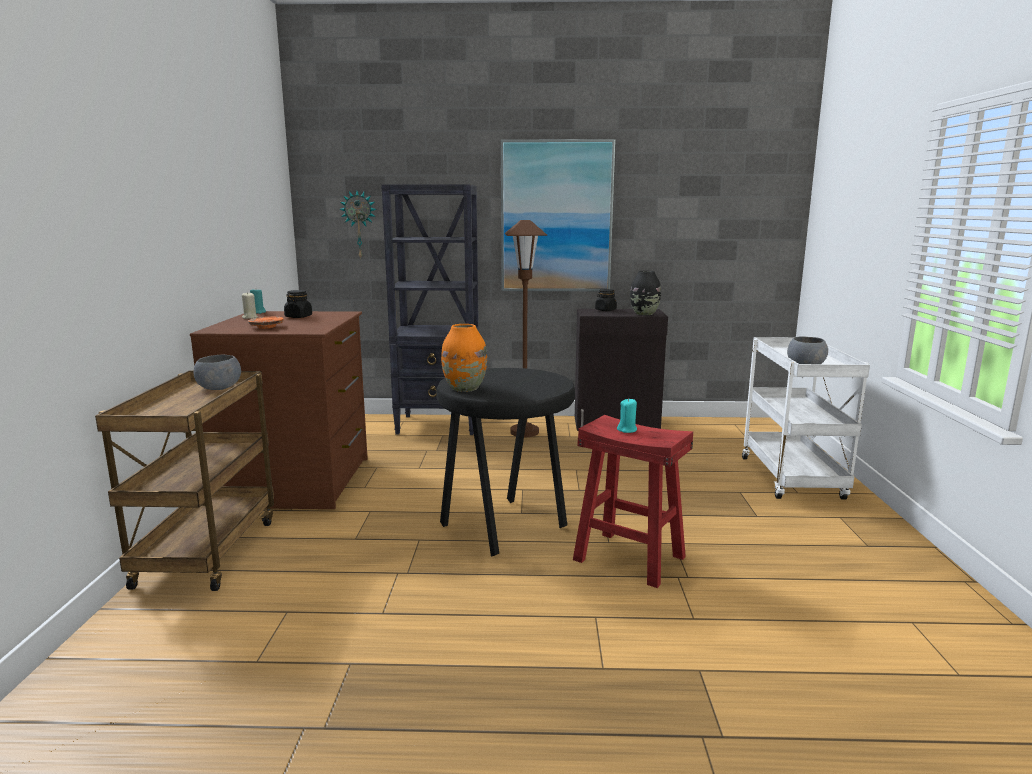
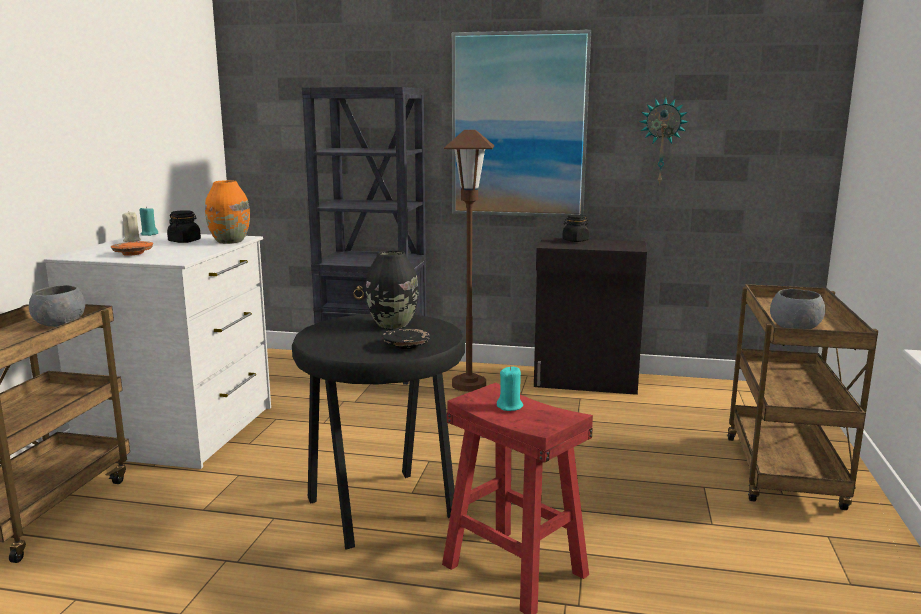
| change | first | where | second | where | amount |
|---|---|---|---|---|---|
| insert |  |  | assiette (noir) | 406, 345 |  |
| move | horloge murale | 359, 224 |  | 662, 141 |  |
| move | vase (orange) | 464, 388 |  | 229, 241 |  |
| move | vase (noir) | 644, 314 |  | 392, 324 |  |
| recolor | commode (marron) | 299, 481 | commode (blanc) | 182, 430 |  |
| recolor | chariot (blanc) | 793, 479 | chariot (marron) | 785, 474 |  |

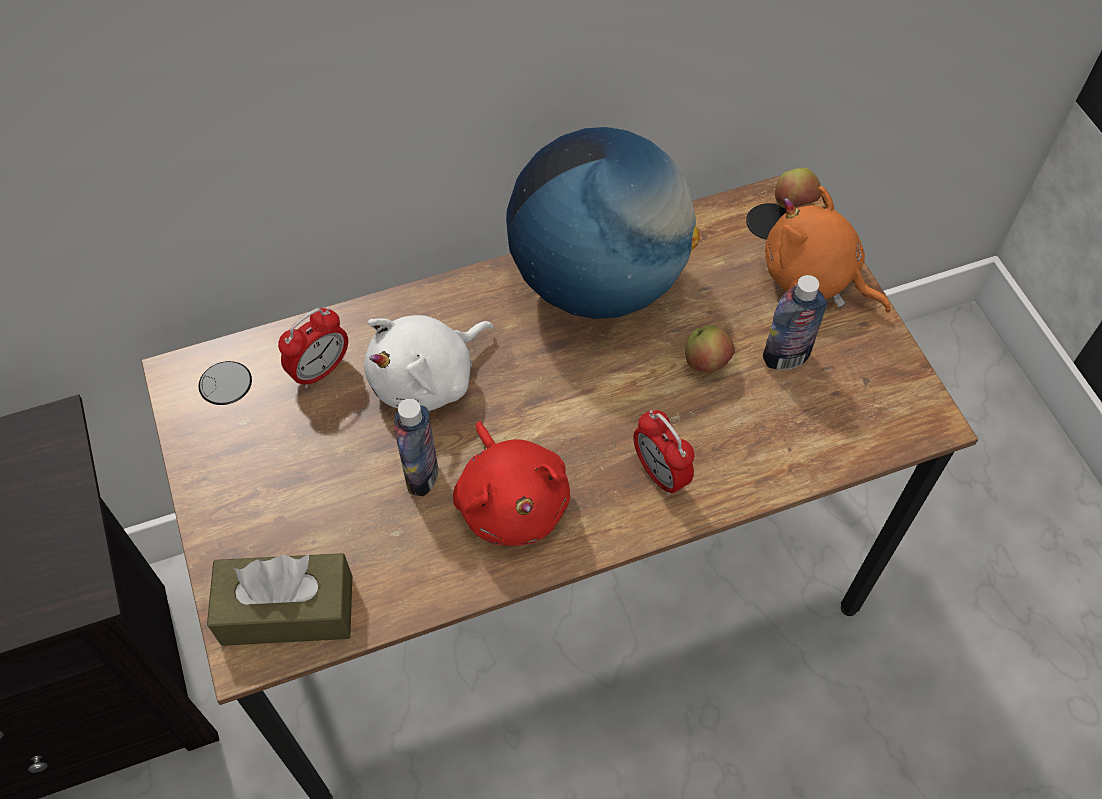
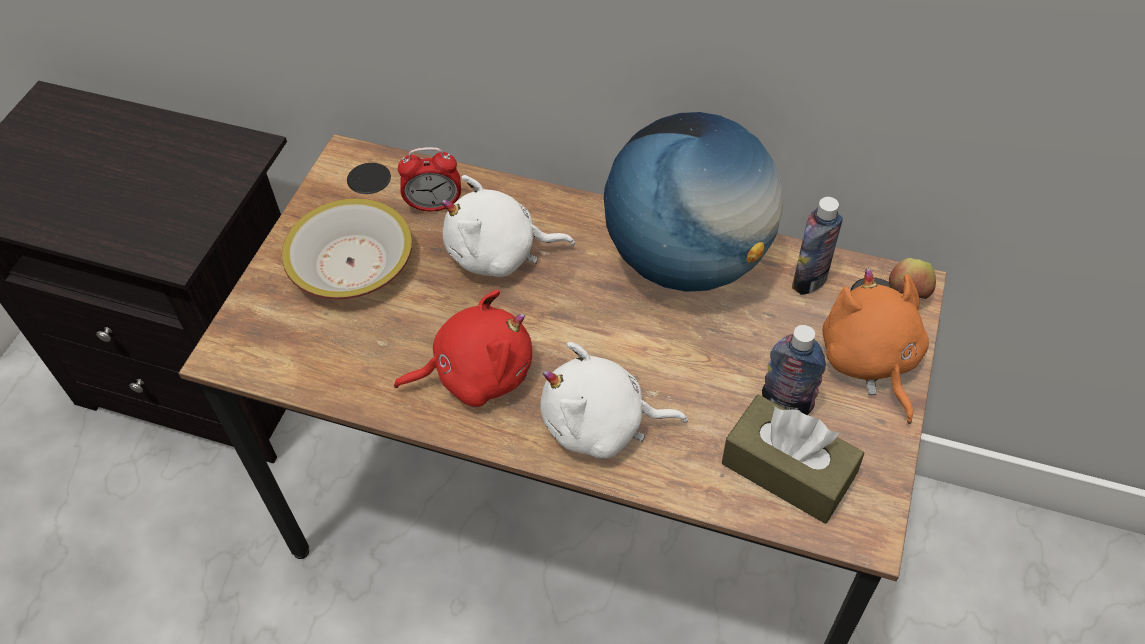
| change | first | where | second | where | amount |
|---|---|---|---|---|---|
| delete | pomme | 706, 364 |  |  |  |
| insert |  |  | bol | 351, 263 |  |
| move | boîte à mouchoirs (marron) | 287, 610 |  | 787, 470 |  |
| move | bouteille | 422, 475 |  | 809, 280 |  |
| replace | réveil | 660, 473 | peluche (blanc) | 601, 425 |  |
| rotate | peluche (rouge) | 512, 501 |  | 476, 373 | 120 degrees counterclockwise |

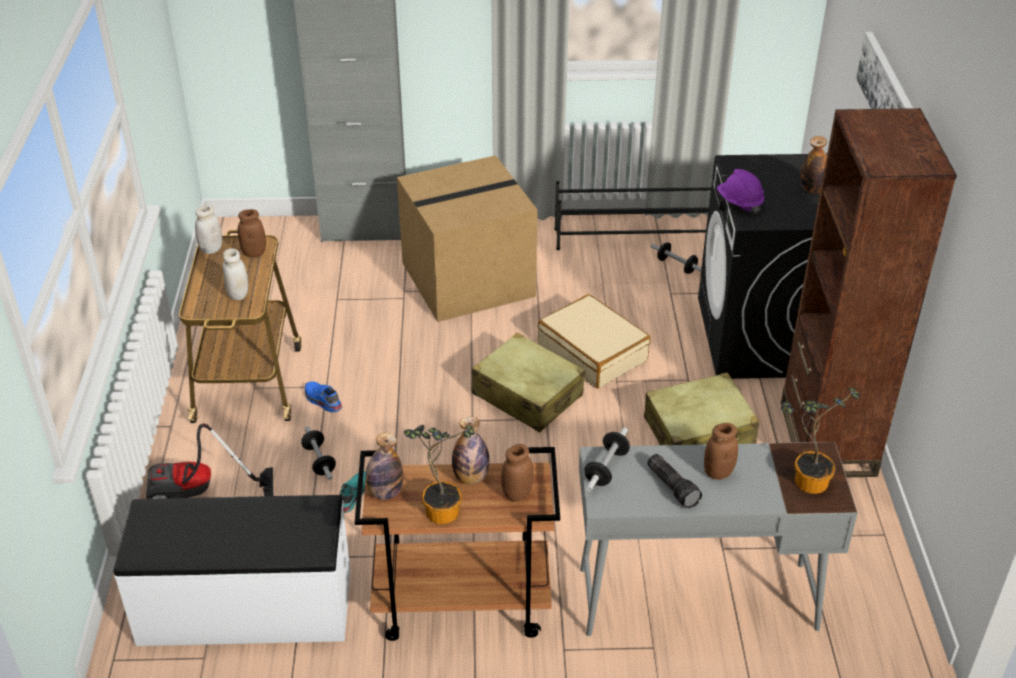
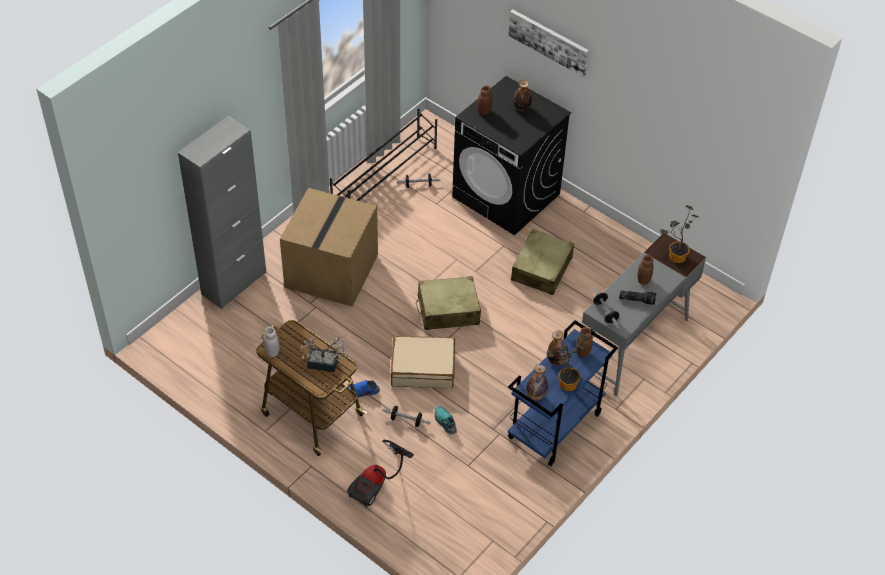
| change | first | where | second | where | amount |
|---|---|---|---|---|---|
| delete | banc (blanc) | 246, 608 |  |  |  |
| delete | casque de chantier (violet) | 739, 202 |  |  |  |
| delete | bibliothèque (marron) | 827, 439 |  |  |  |
| move | bocal (marron) | 254, 253 |  | 484, 111 |  |
| move | valise (beige) | 593, 353 |  | 423, 368 |  |
| replace | bocal (blanc) | 238, 294 | plante en pot | 326, 363 |  |
| recolor | chariot (marron) | 460, 604 | chariot (bleu) | 555, 427 |  |

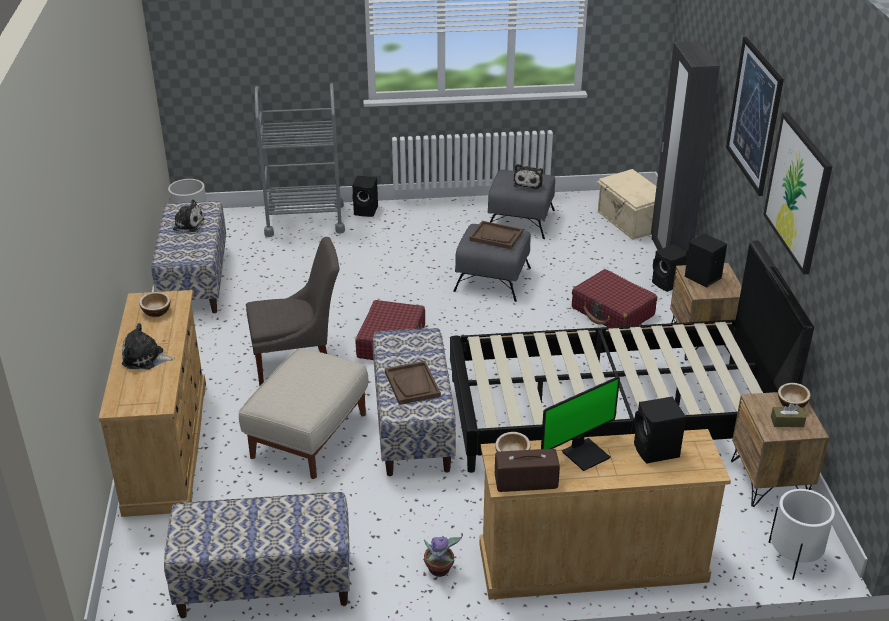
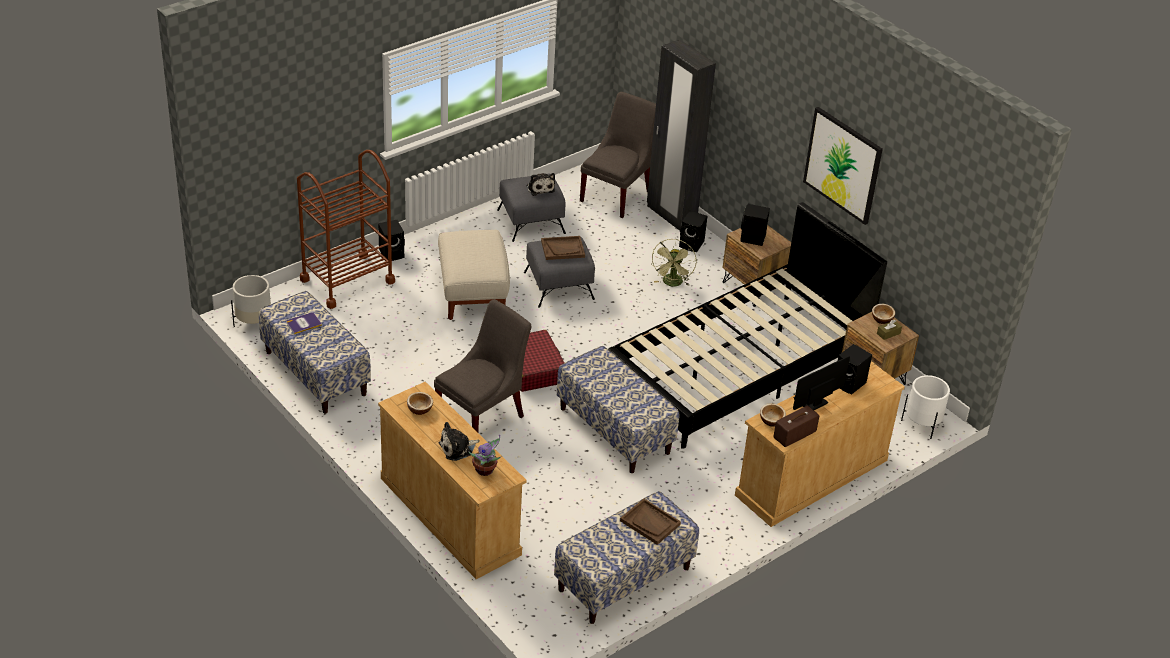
| change | first | where | second | where | amount |
|---|---|---|---|---|---|
| delete | tableau | 754, 115 |  |  |  |
| move | pouf (beige) | 309, 435 |  | 473, 292 |  |
| move | plateau (marron) | 412, 384 |  | 650, 523 |  |
| move | plante en pot | 440, 570 |  | 485, 470 |  |
| replace | peluche | 186, 224 | livre | 303, 323 |  |
| replace | valise (rouge) | 612, 312 | ventilateur (vert) | 672, 284 |  |
| replace | boîte de rangement (beige) | 629, 221 | chaise (gris) | 617, 194 |  |
| recolor | chariot (gris) | 304, 220 | chariot (marron) | 347, 280 |  |
| rotate | écran d'ordinateur | 584, 453 |  | 811, 402 | 150 degrees counterclockwise |

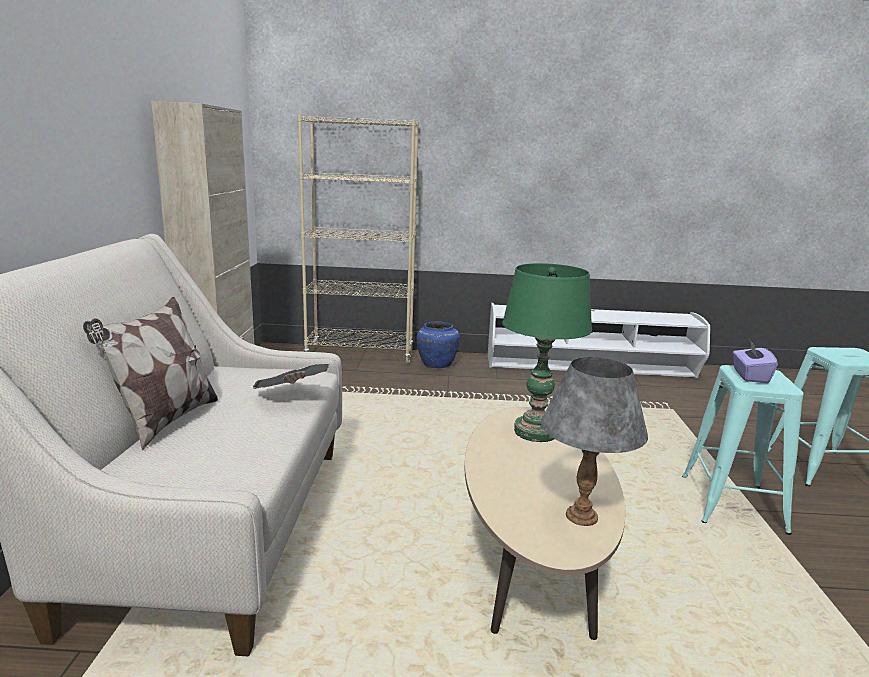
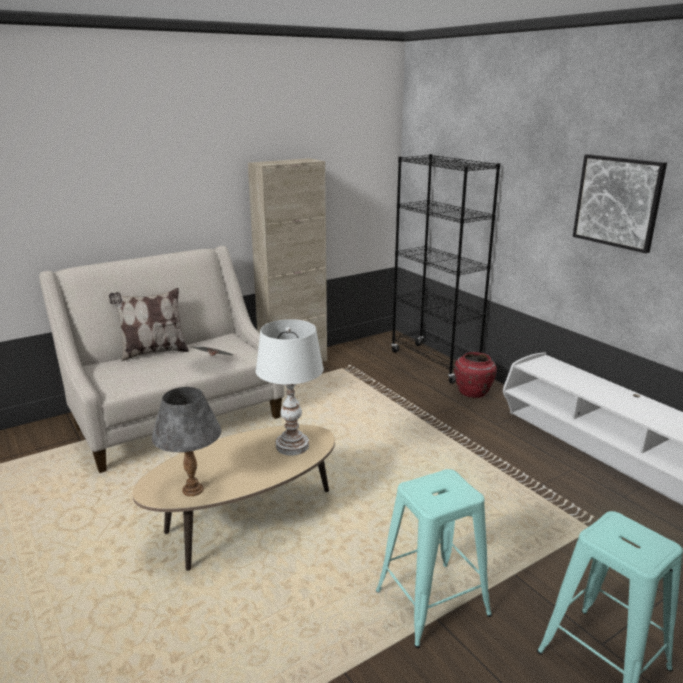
| change | first | where | second | where | amount |
|---|---|---|---|---|---|
| delete | boîte à mouchoirs (violet) | 750, 376 |  |  |  |
| insert |  |  | tableau | 618, 202 |  |
| recolor | bibliothèque (beige) | 360, 355 | bibliothèque (noir) | 434, 363 |  |
| recolor | vase (bleu) | 437, 364 | vase (rouge) | 473, 393 |  |
| recolor | lampe de table (vert) | 536, 432 | lampe de table (blanc) | 292, 446 |  |

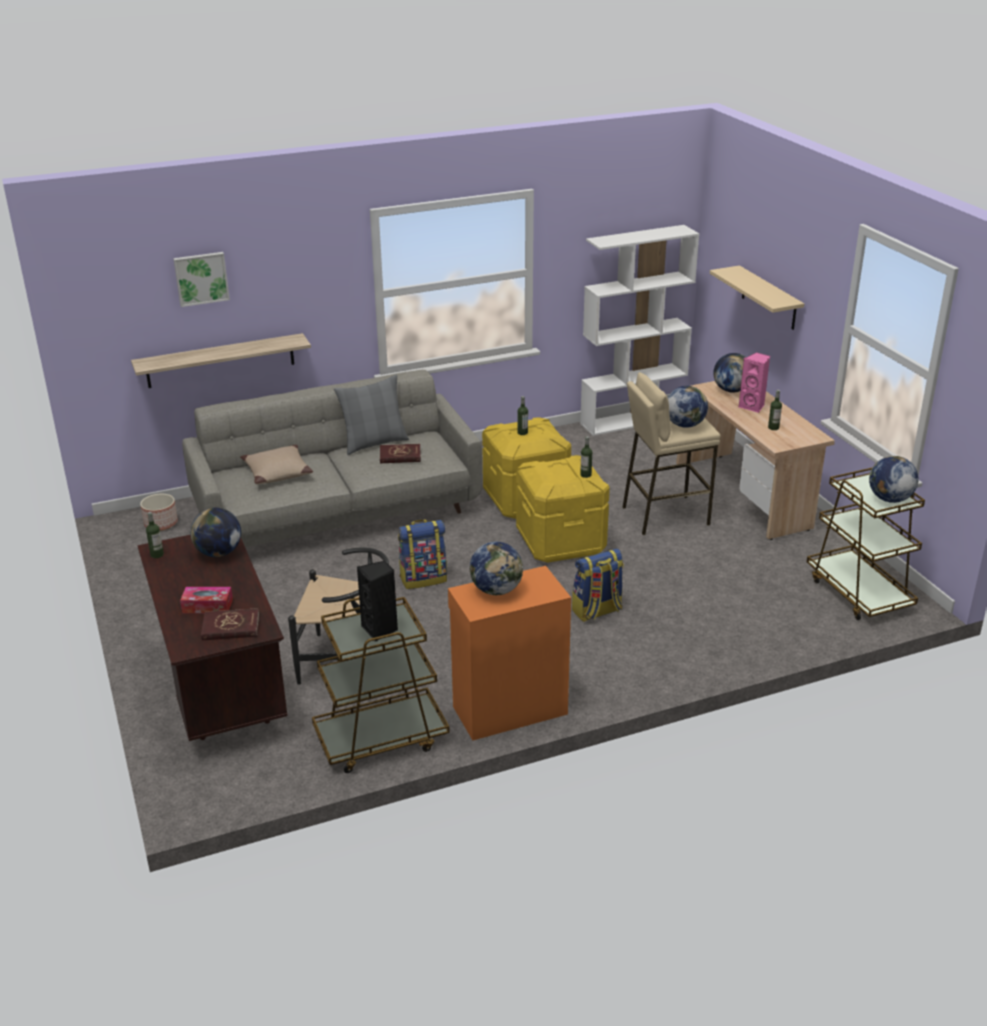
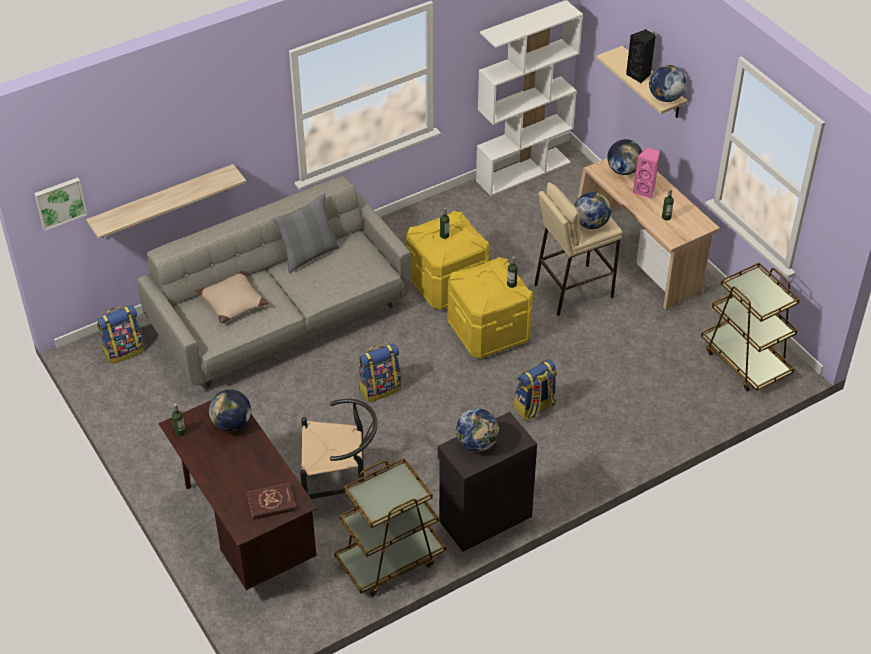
| change | first | where | second | where | amount |
|---|---|---|---|---|---|
| delete | boîte à mouchoirs | 207, 606 |  |  |  |
| delete | livre (rouge) | 400, 456 |  |  |  |
| move | tableau | 201, 278 |  | 60, 202 |  |
| move | enceinte (noir) | 380, 630 |  | 639, 75 |  |
| move | globe | 889, 499 |  | 665, 98 |  |
| replace | cache-pot | 161, 523 | sac à dos | 123, 350 |  |
| recolor | meuble de rangement (orange) | 508, 709 | meuble de rangement (noir) | 484, 518 |  |

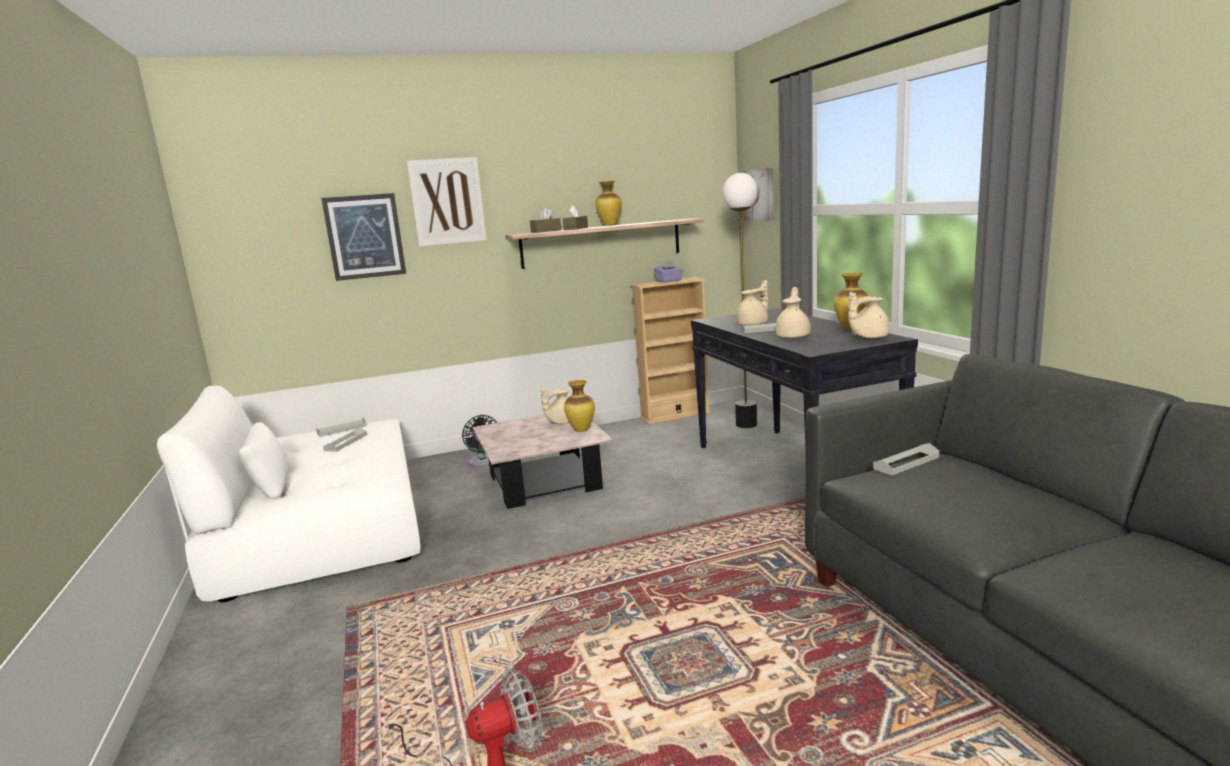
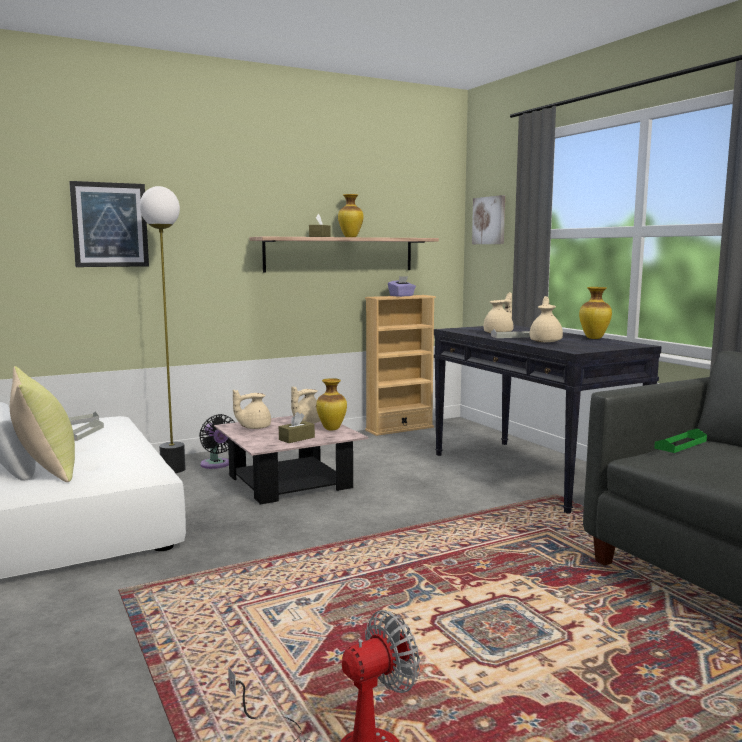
| change | first | where | second | where | amount |
|---|---|---|---|---|---|
| delete | tableau | 447, 201 |  |  |  |
| insert |  |  | coussin (jaune) | 46, 469 |  |
| move | boîte à mouchoirs (marron) | 546, 231 |  | 296, 438 |  |
| move | lampadaire | 746, 424 |  | 172, 470 |  |
| move | théière (beige) | 867, 337 |  | 253, 427 |  |
| recolor | plateau (gris) | 906, 463 | plateau (vert) | 680, 444 |  |

